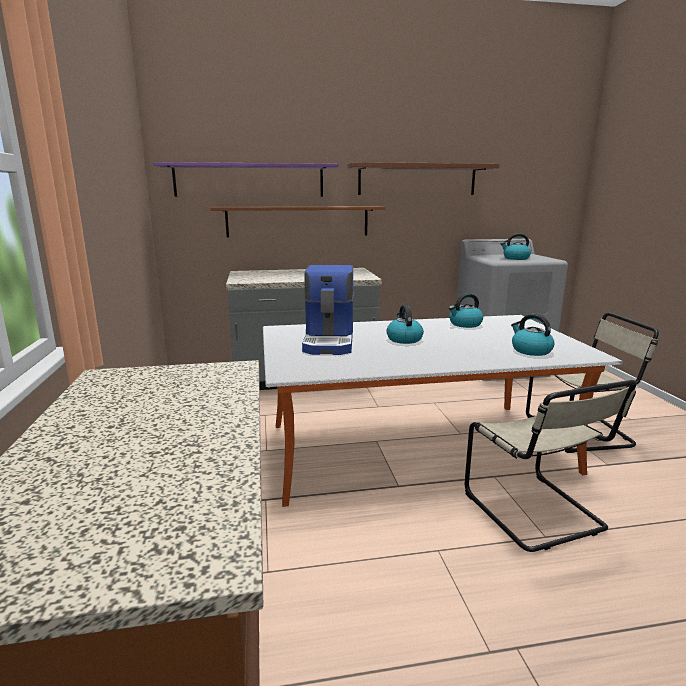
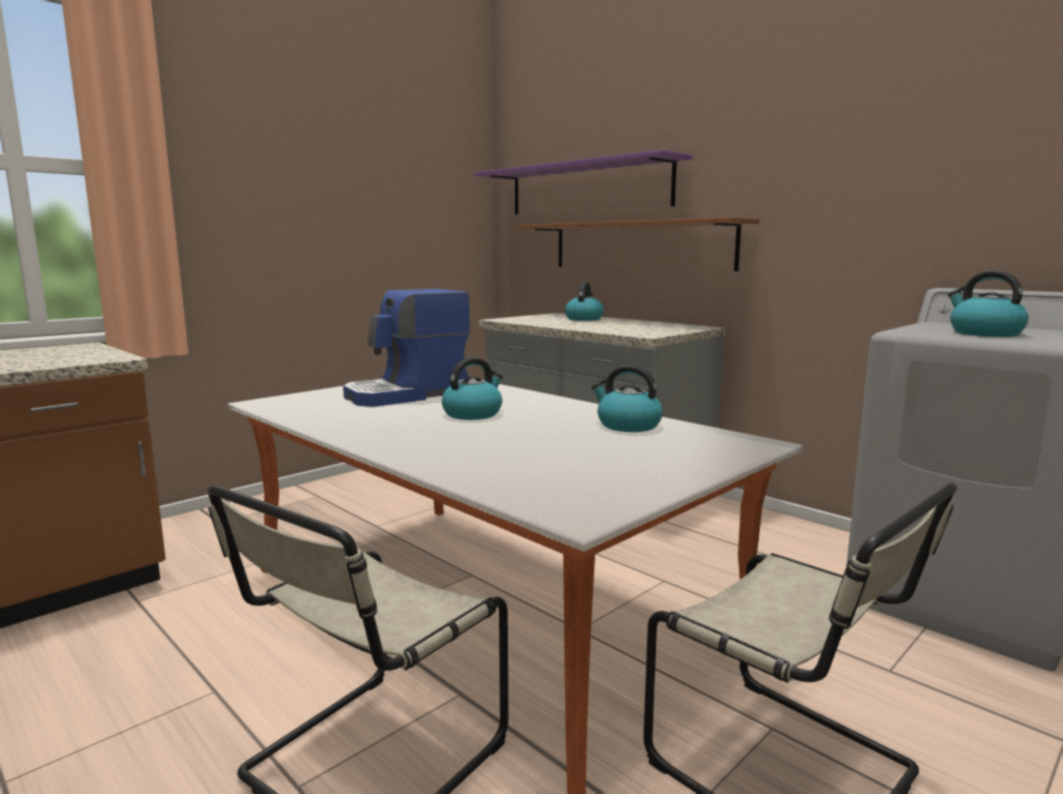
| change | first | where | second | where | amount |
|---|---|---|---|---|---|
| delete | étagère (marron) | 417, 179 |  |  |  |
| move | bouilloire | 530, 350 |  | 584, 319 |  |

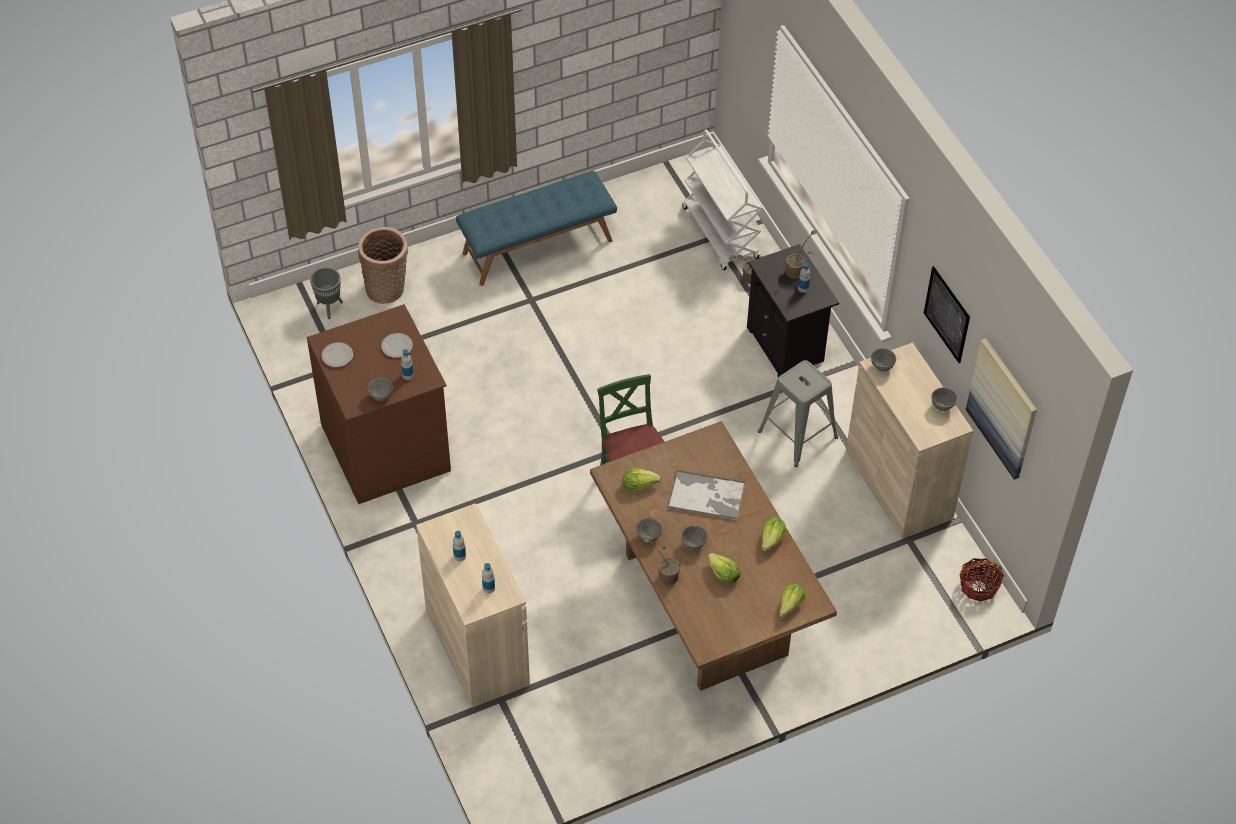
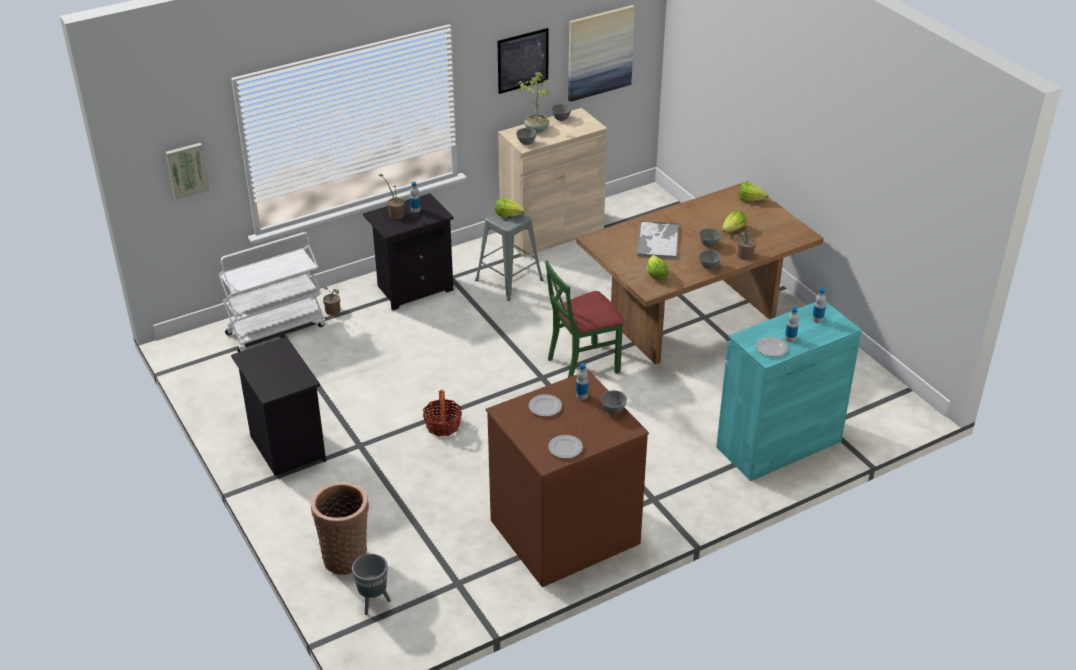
| change | first | where | second | where | amount |
|---|---|---|---|---|---|
| insert |  |  | tableau | 187, 170 |  |
| insert |  |  | plante en pot | 536, 129 |  |
| insert |  |  | assiette | 771, 348 |  |
| move | laitue | 772, 539 |  | 509, 214 |  |
| move | panier | 978, 586 |  | 443, 425 |  |
| replace | banc (bleu) | 537, 246 | table de chevet (noir) | 286, 446 |  |
| recolor | meuble de rangement (beige) | 477, 647 | meuble de rangement (turquoise) | 778, 444 |  |

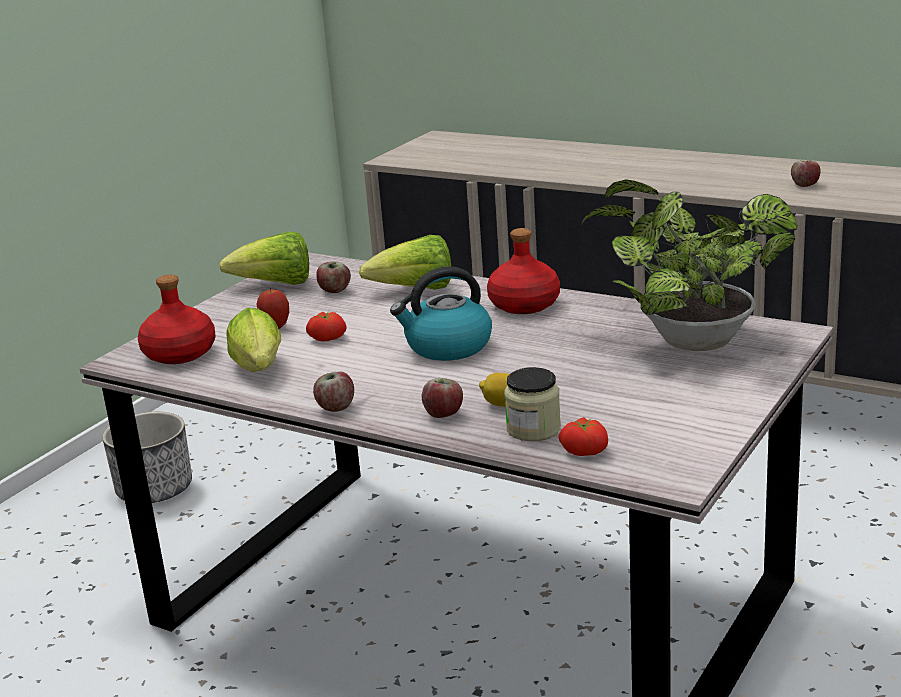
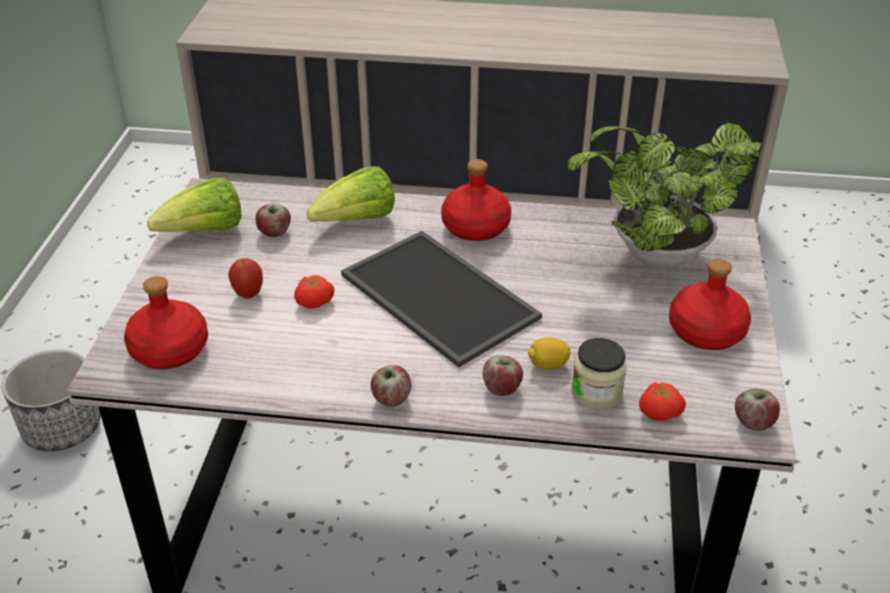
| change | first | where | second | where | amount |
|---|---|---|---|---|---|
| delete | laitue | 259, 370 |  |  |  |
| insert |  |  | bouteille (rouge) | 705, 332 |  |
| move | pomme | 805, 185 |  | 753, 422 |  |
| replace | bouilloire | 447, 347 | plateau | 442, 296 |  |

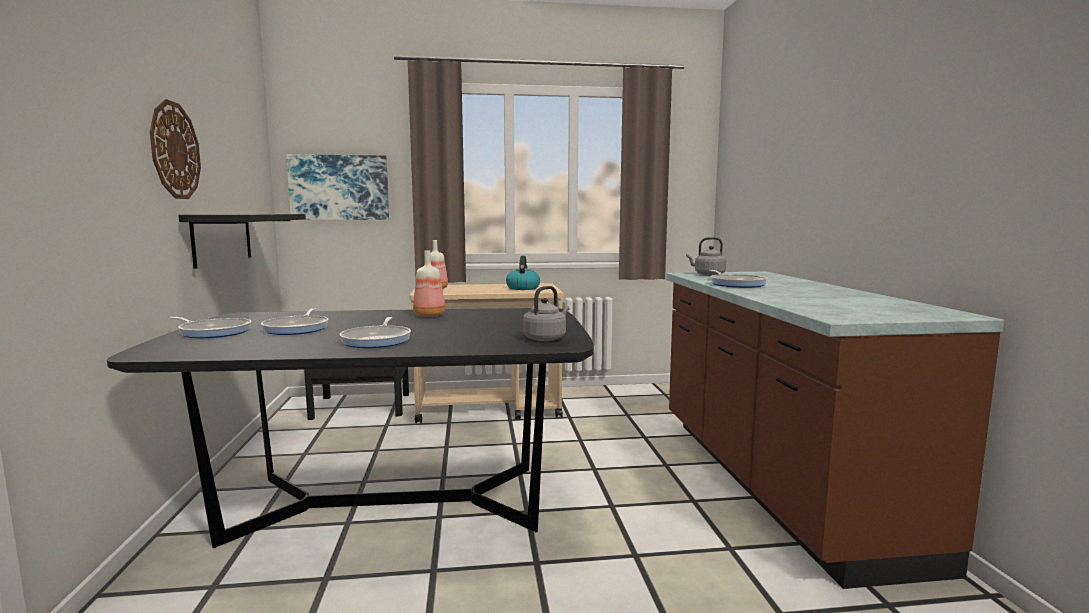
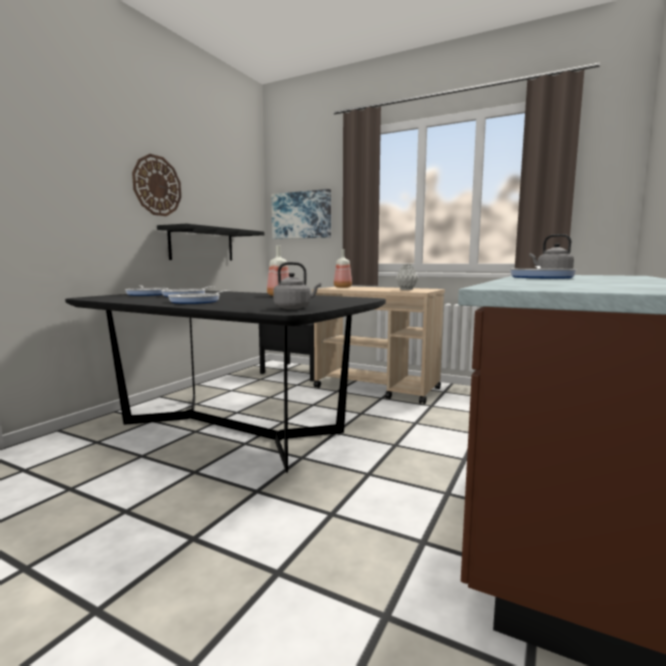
| change | first | where | second | where | amount |
|---|---|---|---|---|---|
| replace | bouilloire | 523, 288 | vase (gris) | 406, 289 |  |

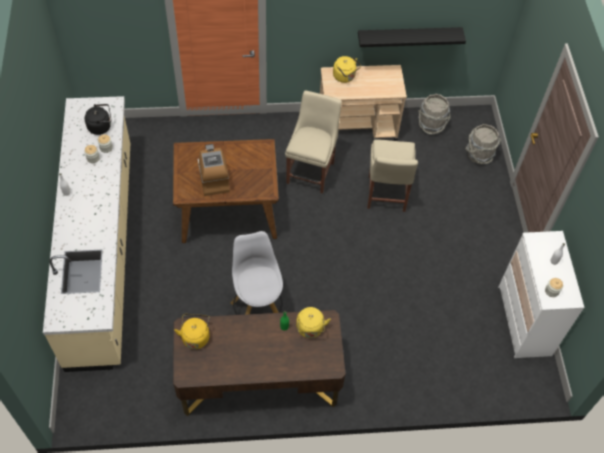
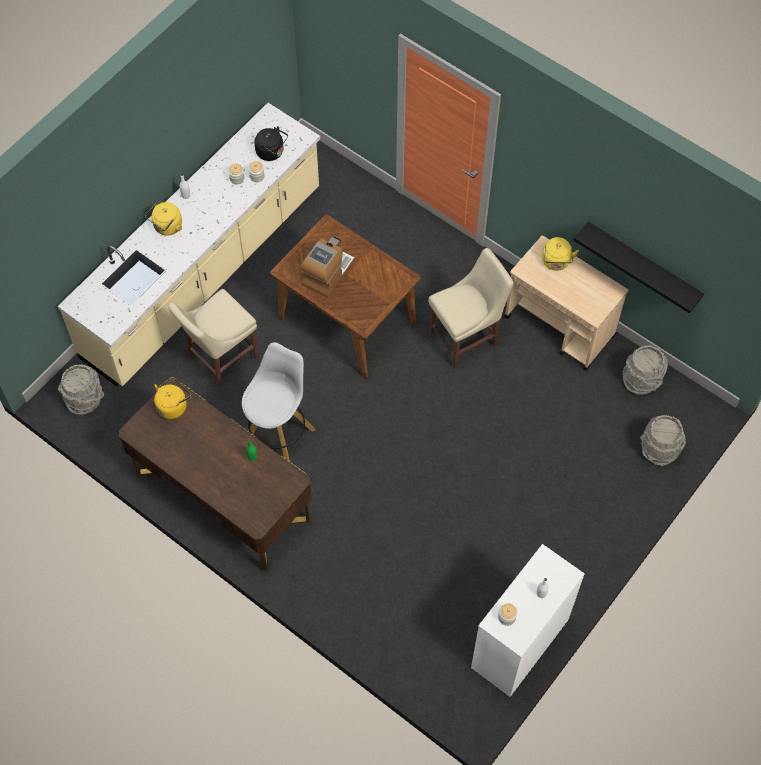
| change | first | where | second | where | amount |
|---|---|---|---|---|---|
| insert |  |  | seau (gris) | 85, 399 |  |
| move | bouilloire (jaune) | 310, 329 |  | 167, 227 |  |
| move | chaise (beige) | 386, 196 |  | 220, 358 |  |

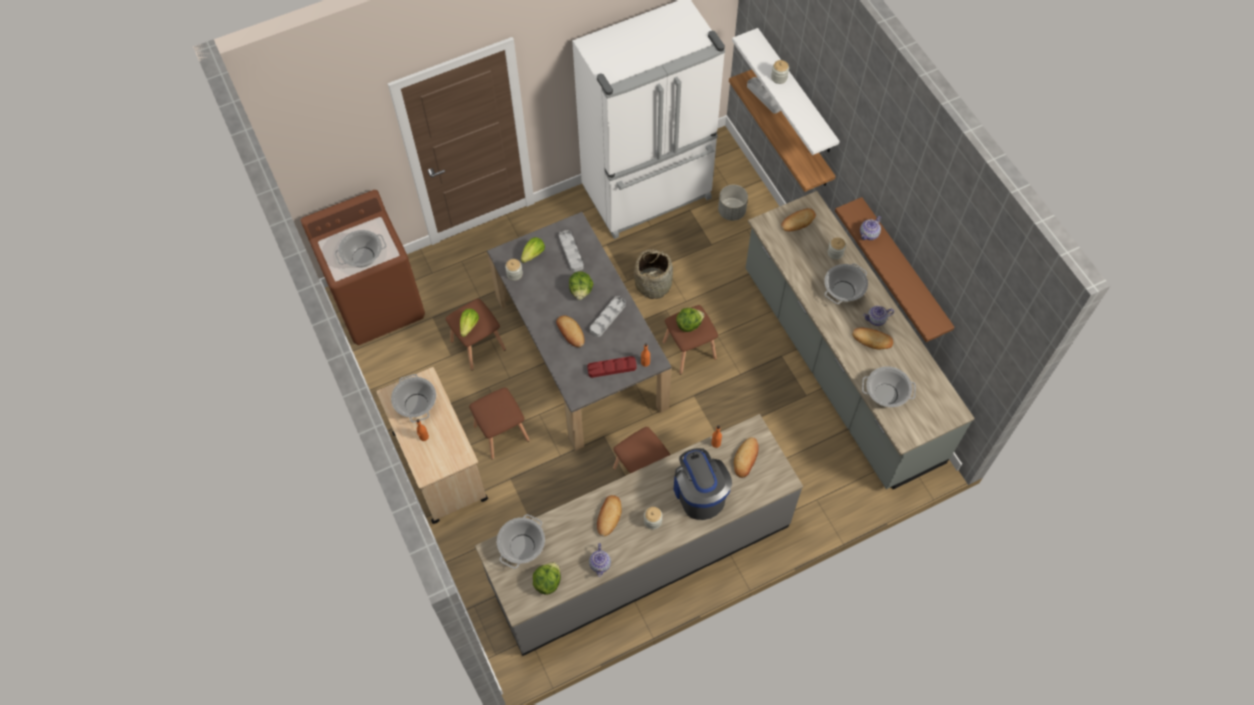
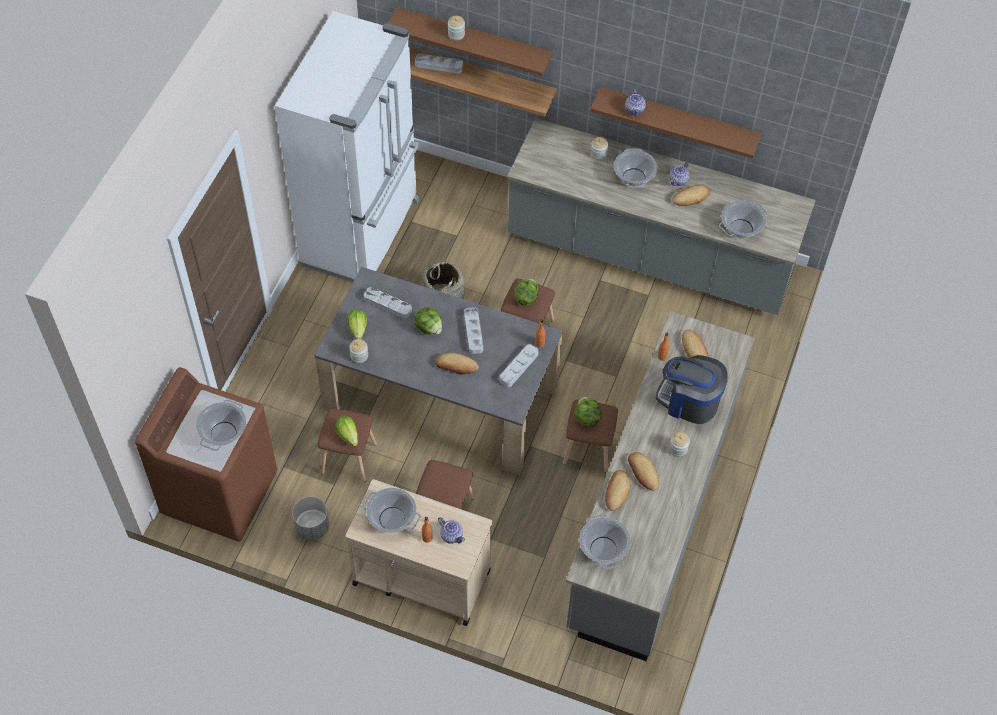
| change | first | where | second | where | amount |
|---|---|---|---|---|---|
| move | laitue | 547, 582 |  | 586, 418 |  |
| move | théière | 600, 563 |  | 451, 535 |  |
| move | cache-pot (gris) | 732, 211 |  | 312, 526 |  |
| move | pain | 798, 221 |  | 616, 492 |  |
| recolor | plateau (rouge) | 612, 368 | plateau (gris) | 518, 367 |  |
| recolor | étagère (blanc) | 795, 92 | étagère (marron) | 474, 40 |  |

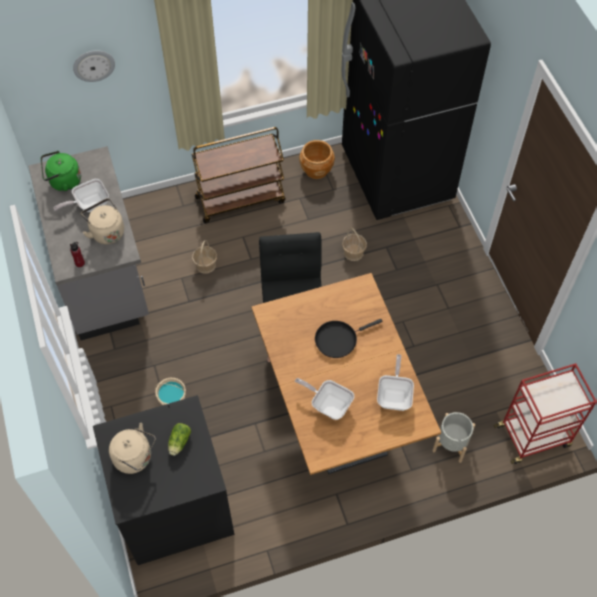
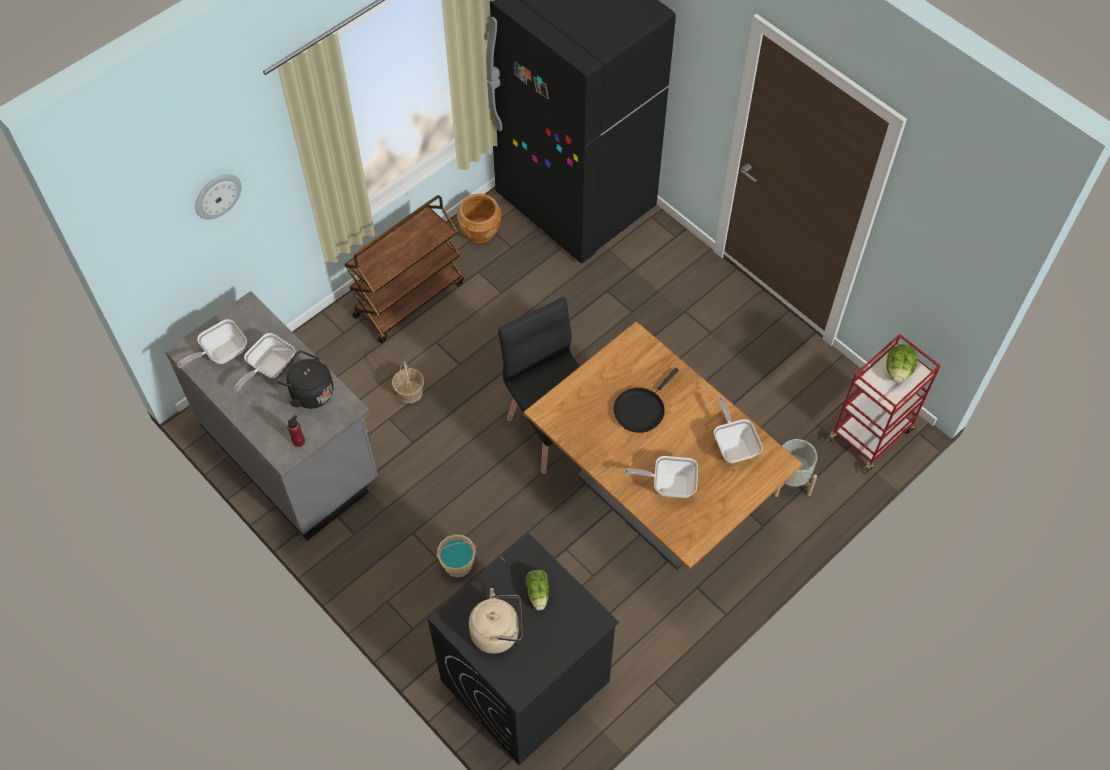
| change | first | where | second | where | amount |
|---|---|---|---|---|---|
| delete | panier | 353, 253 |  |  |  |
| insert |  |  | laitue | 898, 371 |  |
| replace | bouilloire (vert) | 63, 182 | poêle | 221, 353 |  |
| recolor | bouilloire (beige) | 106, 231 | bouilloire (noir) | 309, 392 |  |

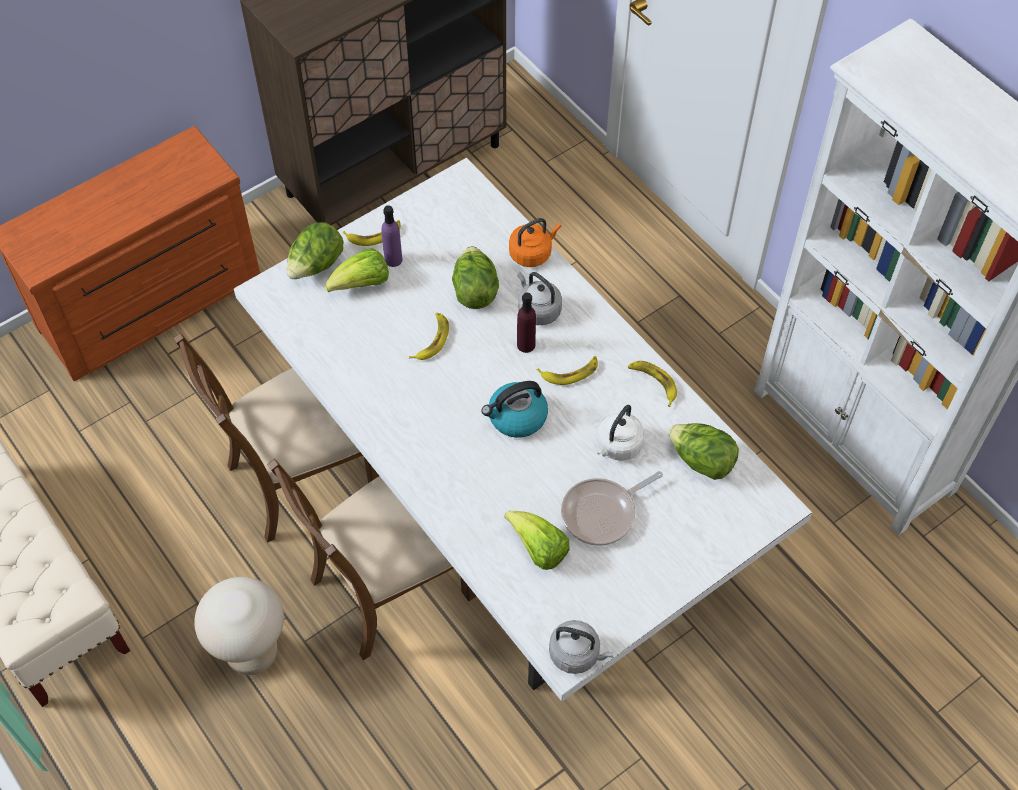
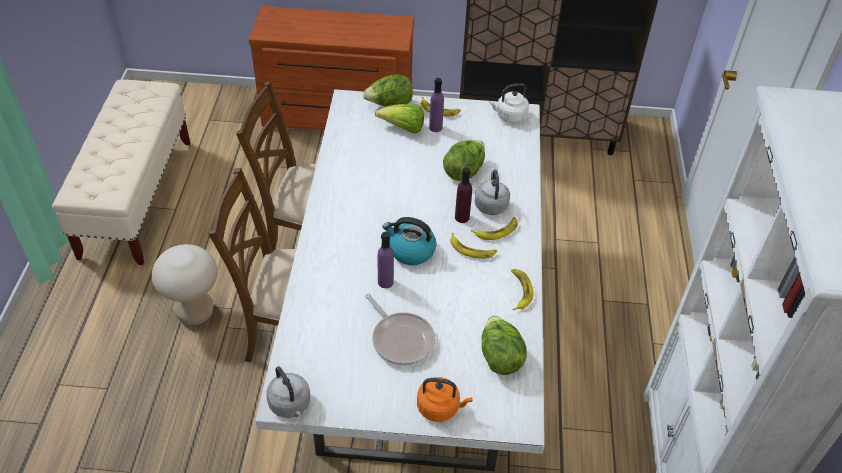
| change | first | where | second | where | amount |
|---|---|---|---|---|---|
| delete | laitue | 538, 549 |  |  |  |
| insert |  |  | bouteille (violet) | 385, 282 |  |
| move | banane | 432, 339 |  | 497, 231 |  |
| move | bouilloire (orange) | 532, 253 |  | 440, 407 |  |
| move | bouilloire (blanc) | 617, 446 |  | 509, 116 |  |
| rotate | poêle | 602, 513 |  | 401, 339 | 135 degrees counterclockwise |

